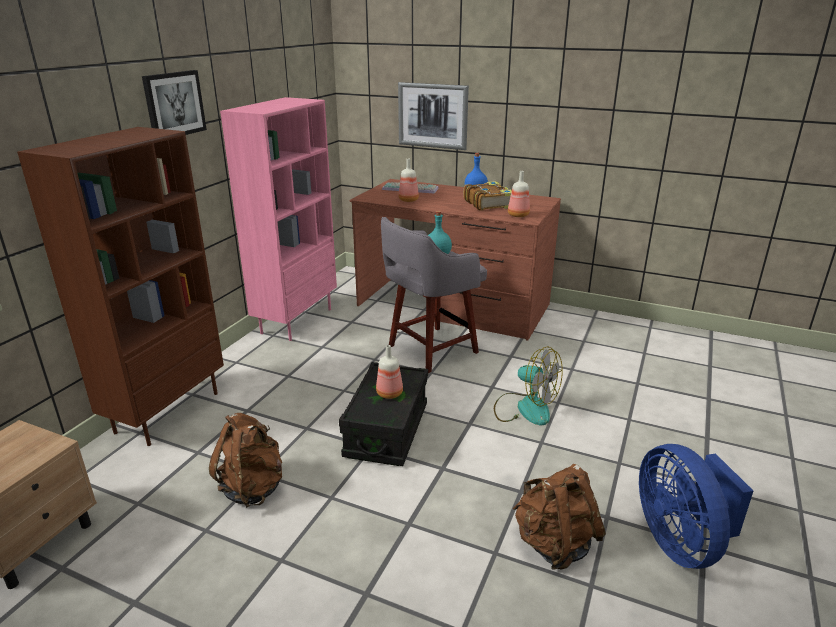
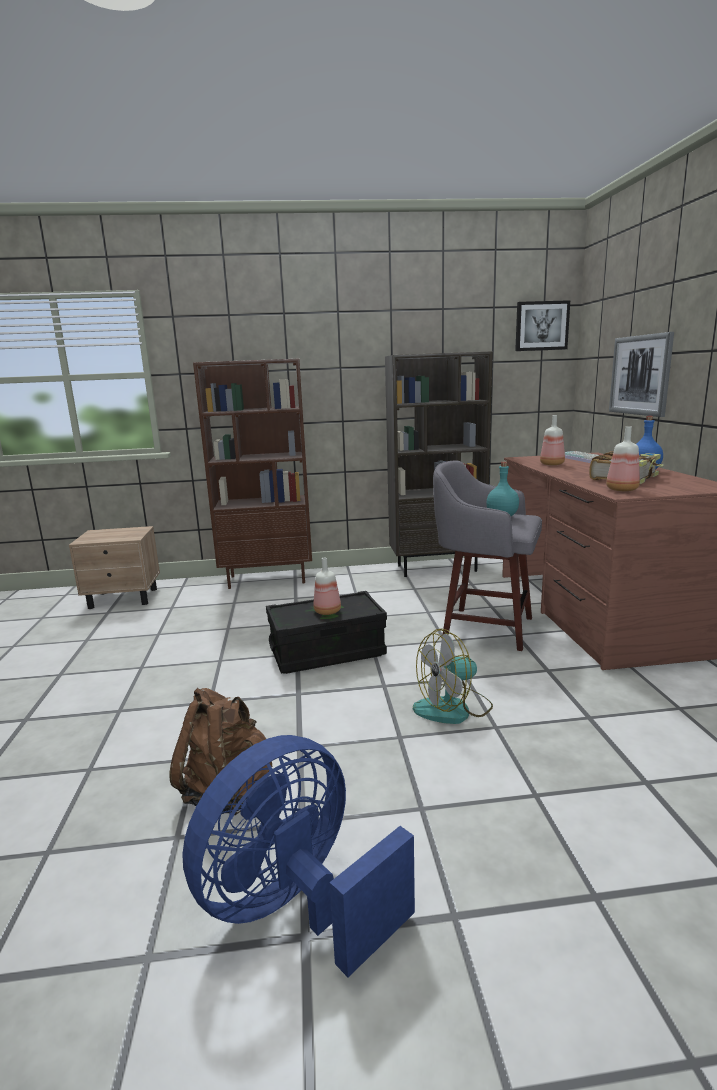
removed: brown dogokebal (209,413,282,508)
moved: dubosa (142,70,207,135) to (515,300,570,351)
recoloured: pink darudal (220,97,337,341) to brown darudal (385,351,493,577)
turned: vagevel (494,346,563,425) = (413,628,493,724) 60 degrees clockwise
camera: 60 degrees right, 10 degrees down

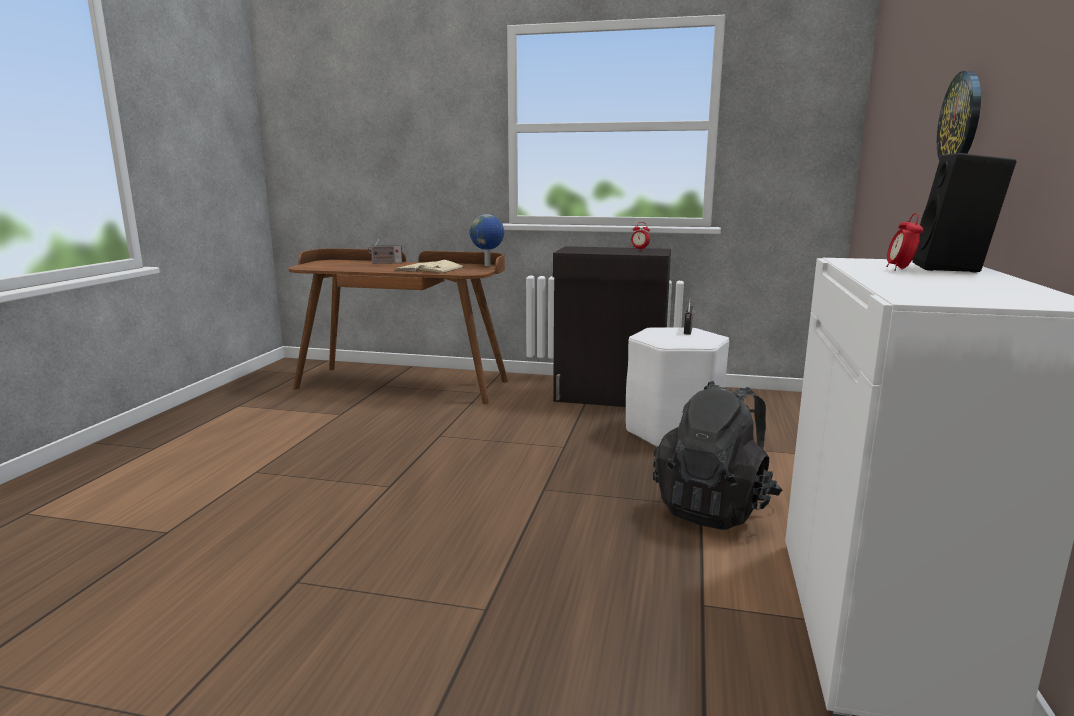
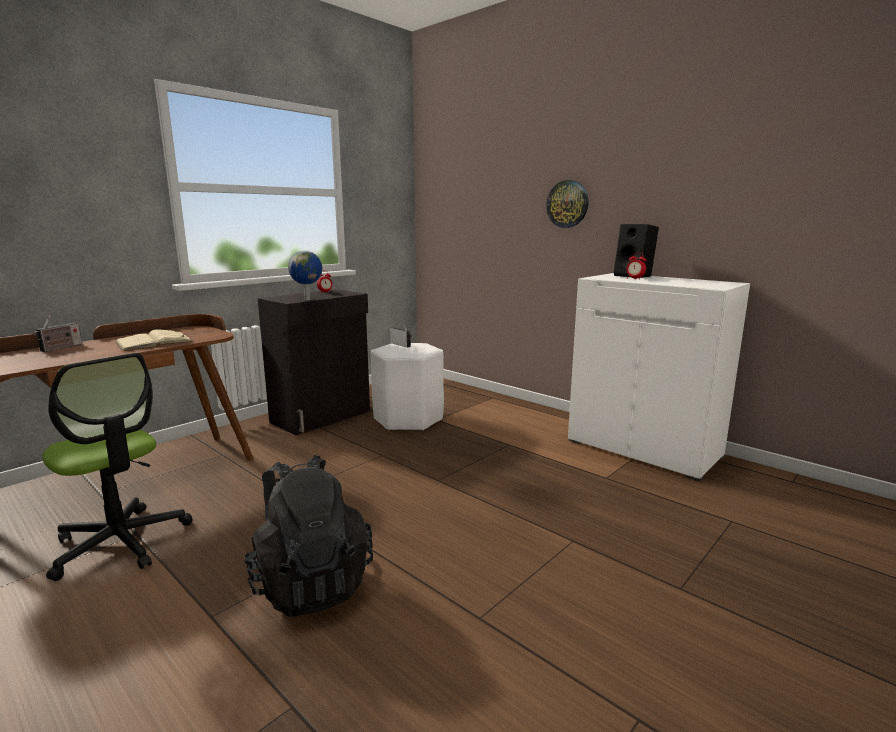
added: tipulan (42,353,192,581)
moved: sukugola (469,214,504,266) to (288,251,322,300); black dogokebal (653,381,782,530) to (244,455,373,617)
camera: 60 degrees left, 0 degrees up

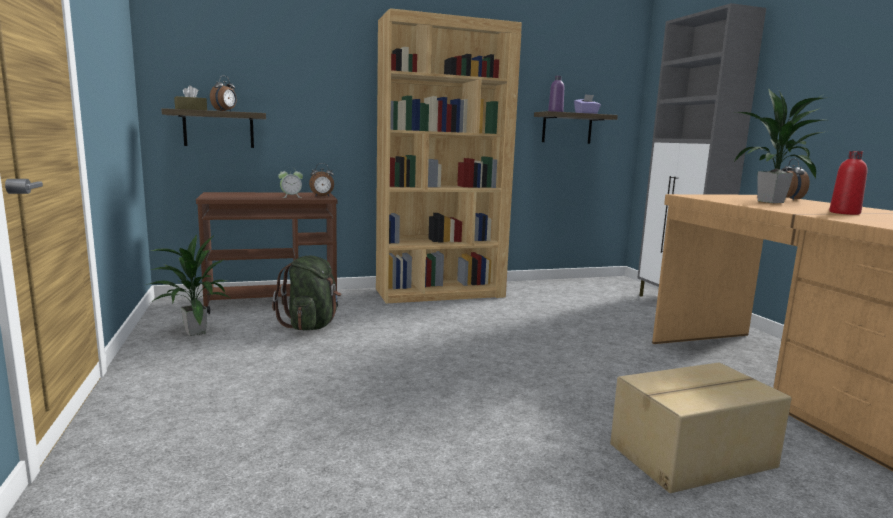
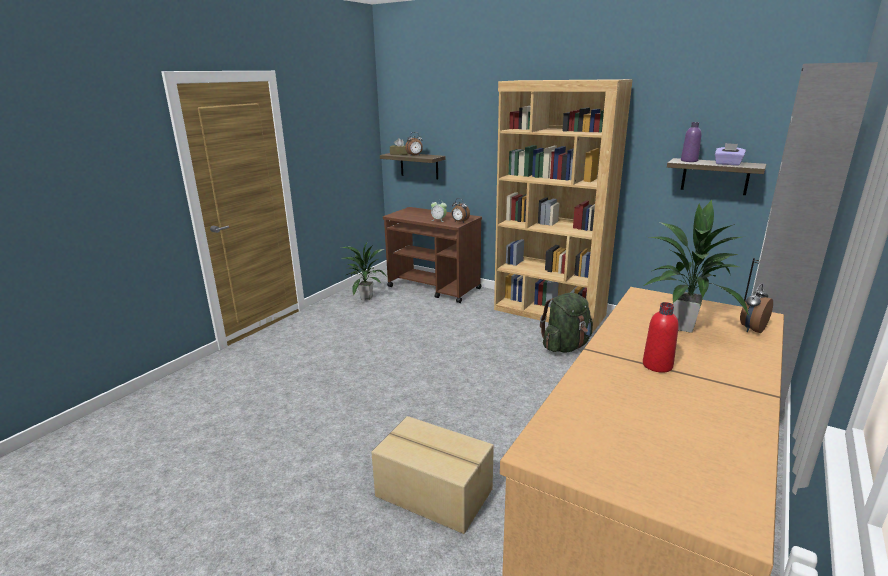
moved: green dogokebal (272,256,341,330) to (540,293,593,352)
camera: 50 degrees right, 10 degrees up

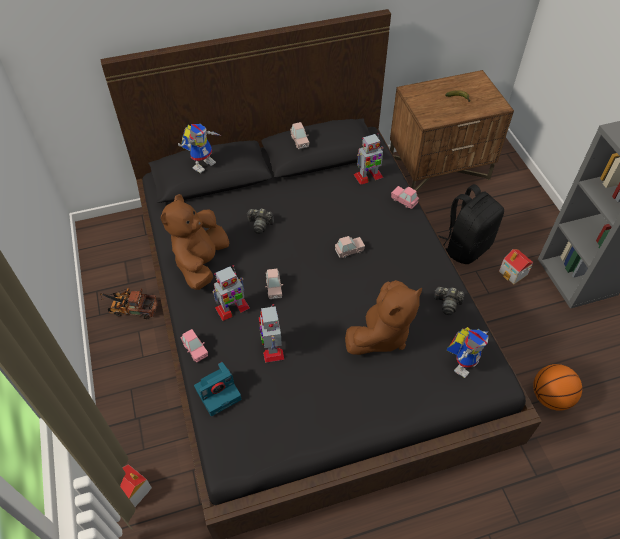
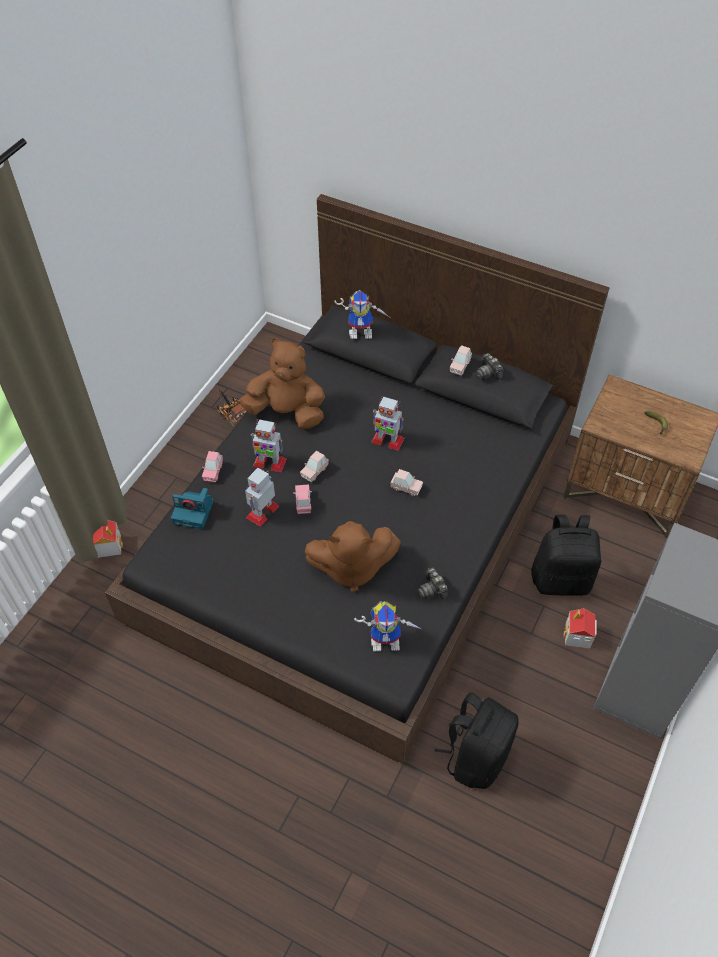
moved: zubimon (247,209,274,234) to (476,353,503,380); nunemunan (354,133,384,185) to (371,396,404,451); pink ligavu (391,186,419,209) to (293,484,312,514)
replaced: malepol (533,364,582,411) to black dogokebal (435,692,519,789)
turned: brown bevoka (161,194,229,290) = (239,338,325,429) 45 degrees clockwise
camera: 45 degrees right, 0 degrees up

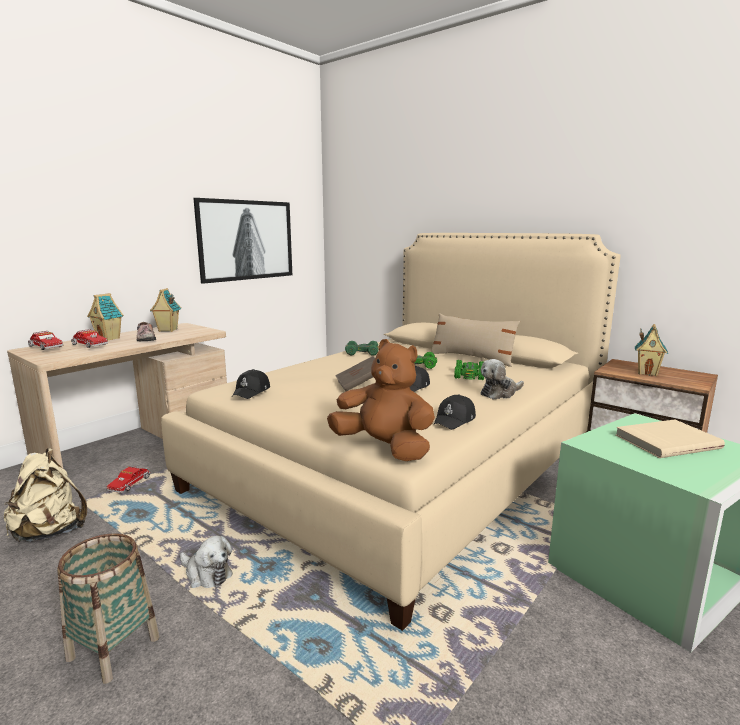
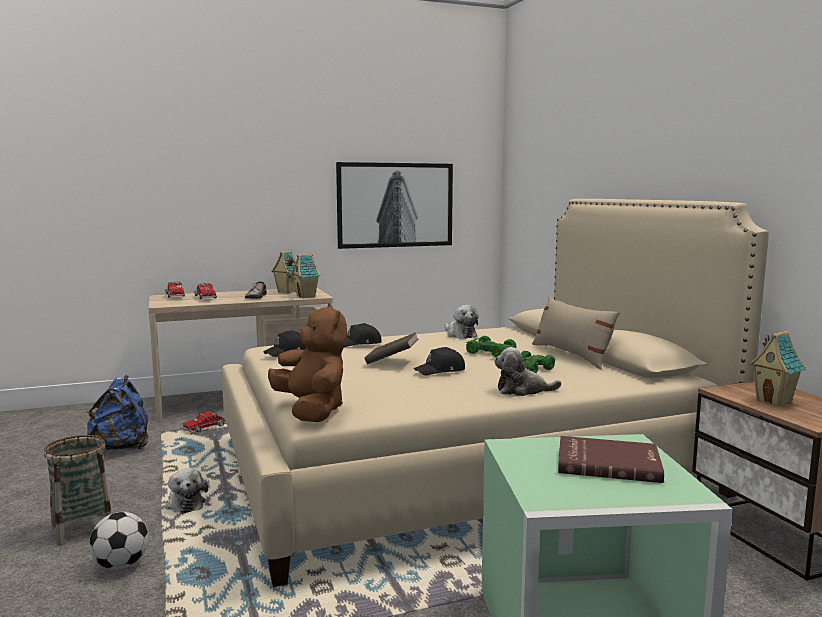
added: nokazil (89,512,149,570)
moved: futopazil (87,293,123,341) to (291,254,320,298); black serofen (433,394,476,430) to (345,323,382,347)
replaced: green ligavu (345,341,379,356) to bevoka (445,305,479,339)
recoloured: beige dogokebal (4,448,87,542) to blue dogokebal (87,375,148,450); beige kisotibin (616,419,725,458) to red kisotibin (558,436,664,483)
camera: 30 degrees right, 5 degrees down

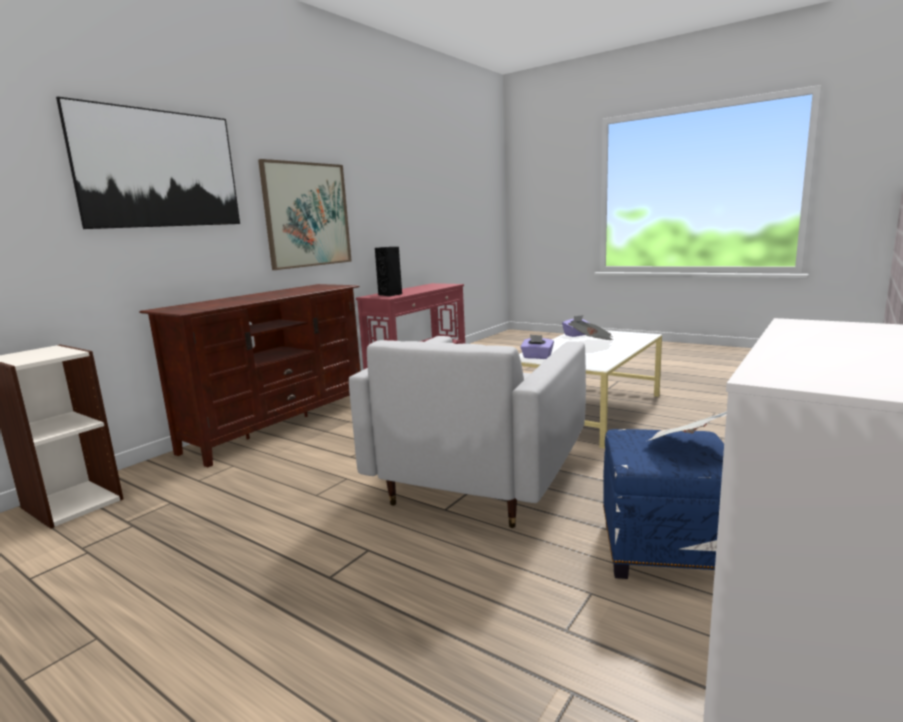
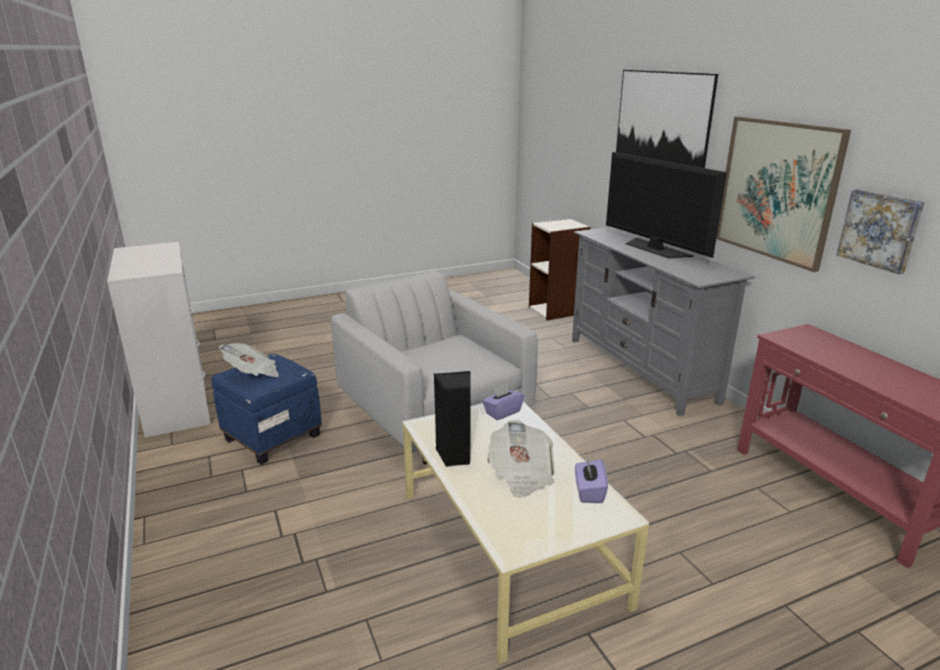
added: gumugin (606,152,727,258); dubosa (837,189,925,274)
moved: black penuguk (375,247,402,297) to (434,371,471,467)
recoloured: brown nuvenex (139,284,361,467) to grey nuvenex (572,227,755,416)
camera: 120 degrees right, 10 degrees up

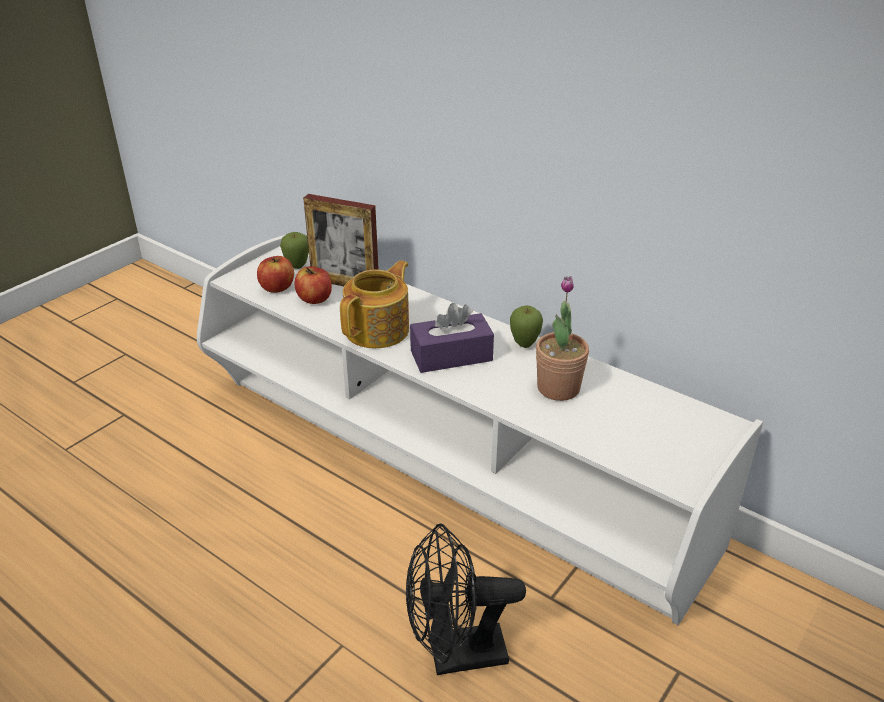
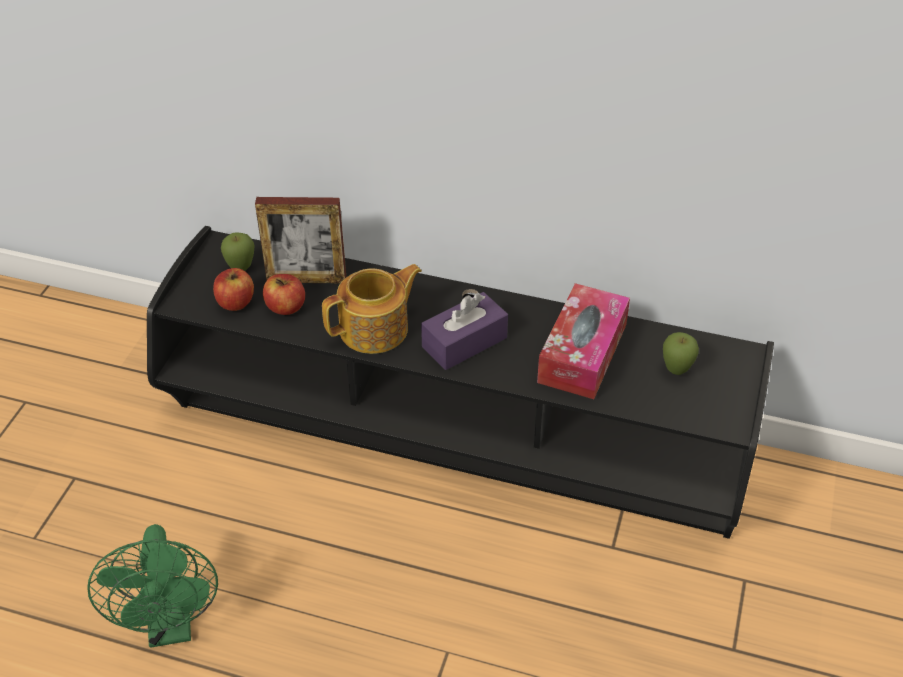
removed: black vagevel (406,523,526,675)
added: green vagevel (87,524,218,648)
moved: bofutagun (510,305,543,348) to (663,332,699,375)
replaced: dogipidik (536,276,589,401) to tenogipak (537,283,630,399)
recoloured: white nuvenex (197,235,763,625) to black nuvenex (147,226,774,539)
turned: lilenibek (340,260,409,348) = (322,264,422,354) 45 degrees clockwise
camera: 20 degrees left, 10 degrees up

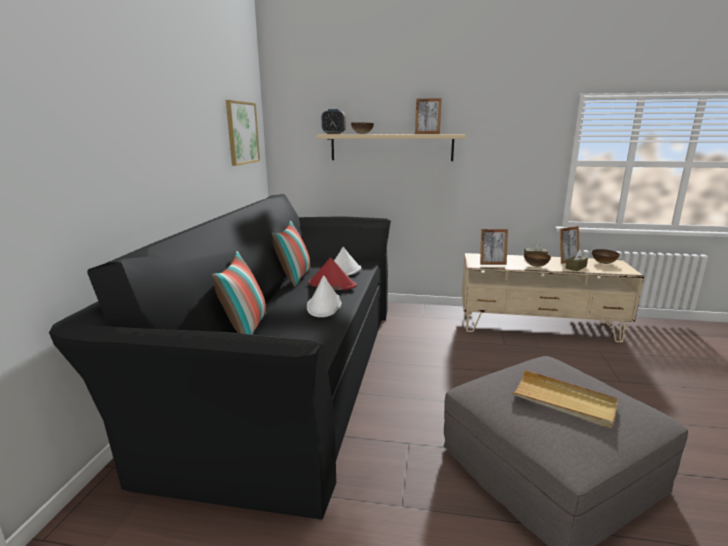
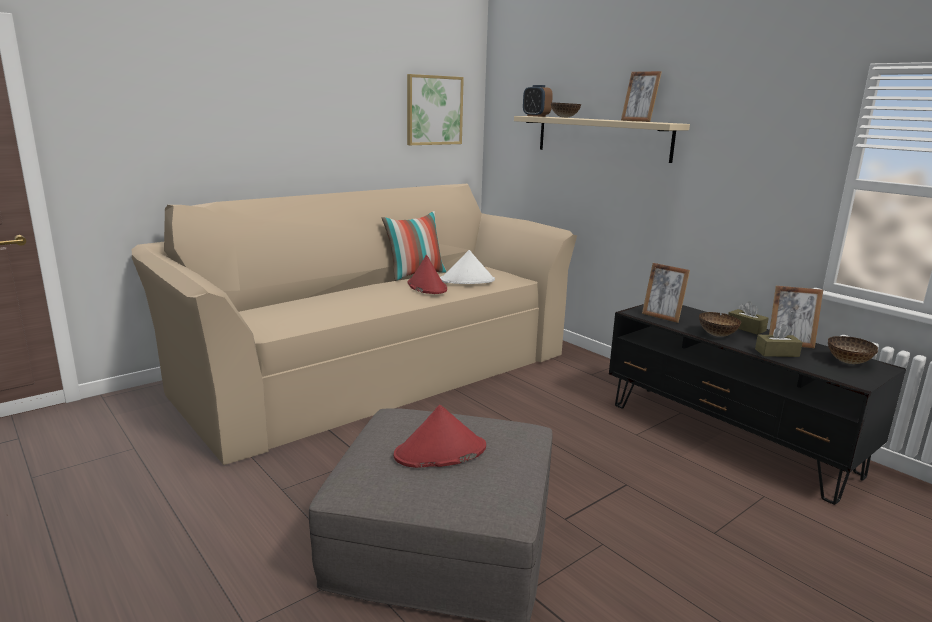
removed: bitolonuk (212,251,266,334); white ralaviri (307,276,342,317)
replaced: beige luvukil (512,370,618,428) to red ralaviri (394,405,486,468)
recoloured: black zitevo (49,194,391,520) to beige zitevo (132,184,577,465); beige nuvenex (462,253,644,343) to black nuvenex (609,304,906,505)
camera: 40 degrees right, 0 degrees up

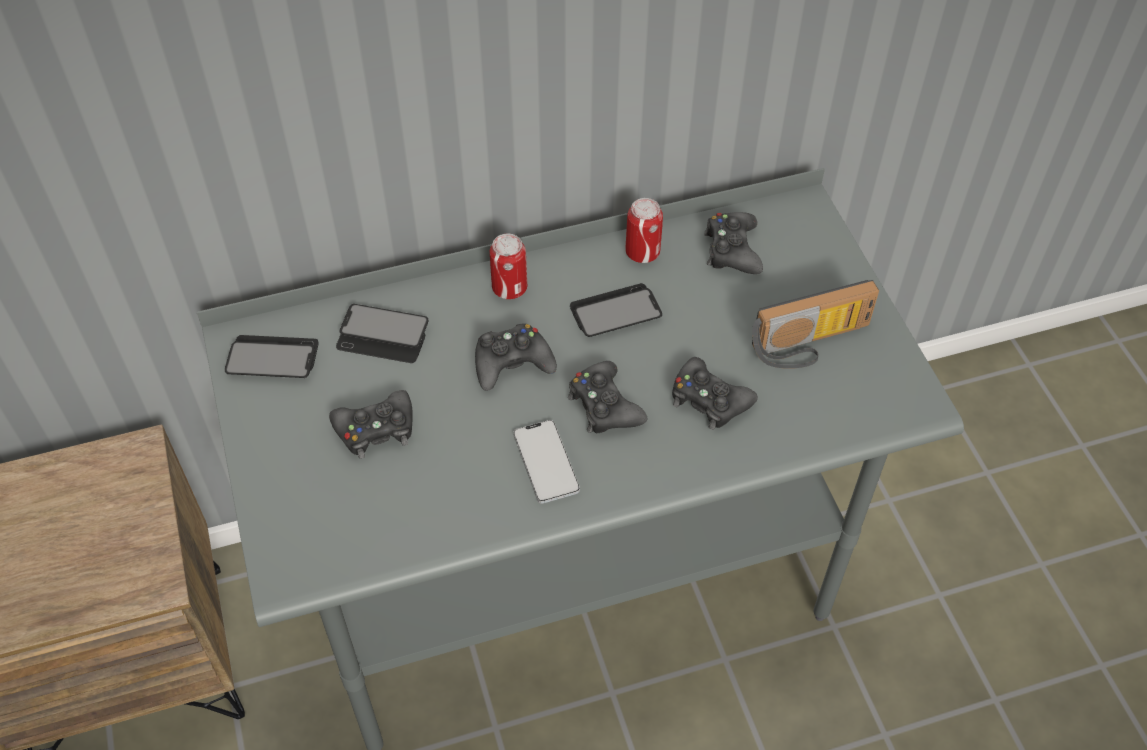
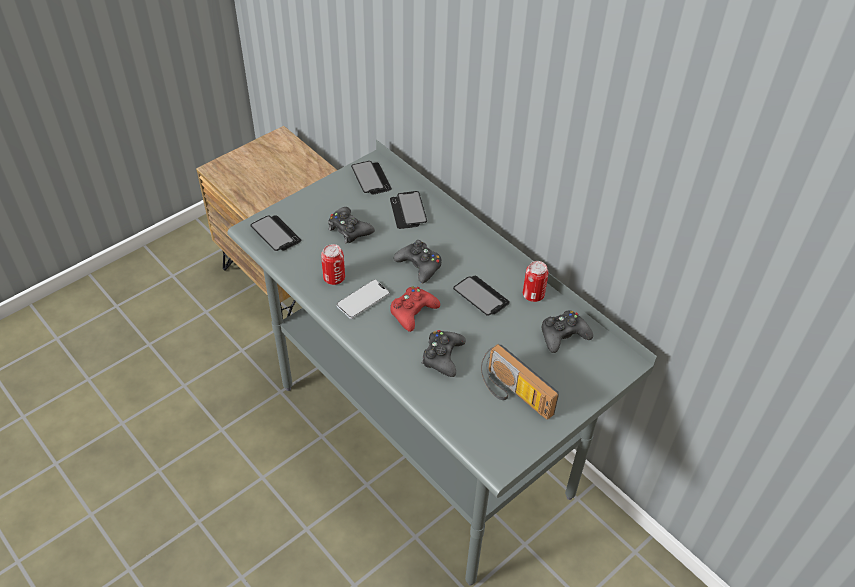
added: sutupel (250,215,302,251)
moved: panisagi (490,234,527,299) to (321,244,345,285)
recoloured: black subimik (568,361,647,433) to red subimik (390,287,440,332)
camera: 65 degrees right, 5 degrees down

